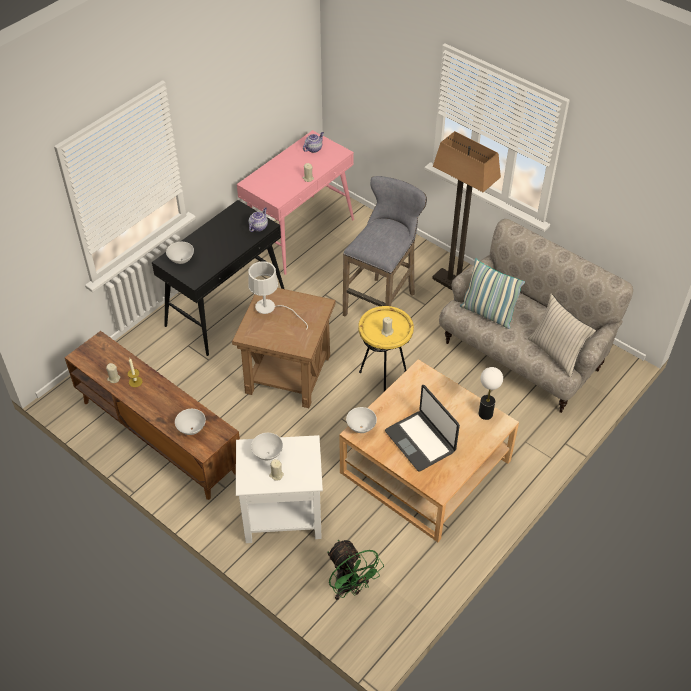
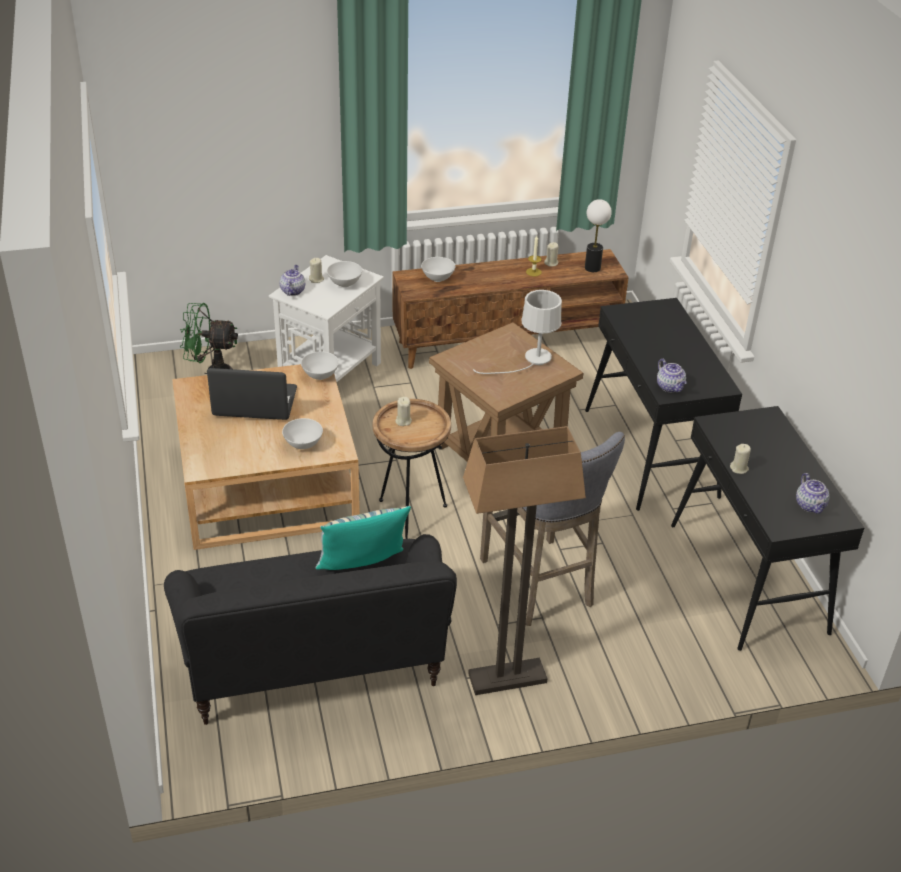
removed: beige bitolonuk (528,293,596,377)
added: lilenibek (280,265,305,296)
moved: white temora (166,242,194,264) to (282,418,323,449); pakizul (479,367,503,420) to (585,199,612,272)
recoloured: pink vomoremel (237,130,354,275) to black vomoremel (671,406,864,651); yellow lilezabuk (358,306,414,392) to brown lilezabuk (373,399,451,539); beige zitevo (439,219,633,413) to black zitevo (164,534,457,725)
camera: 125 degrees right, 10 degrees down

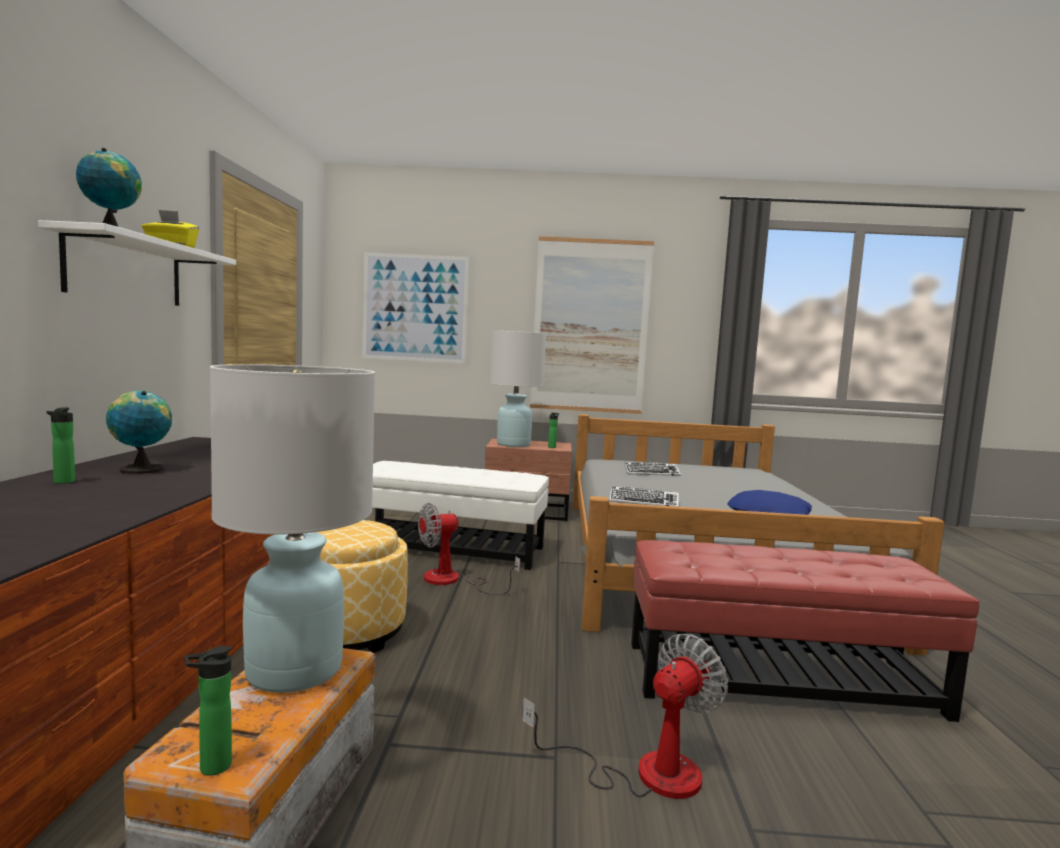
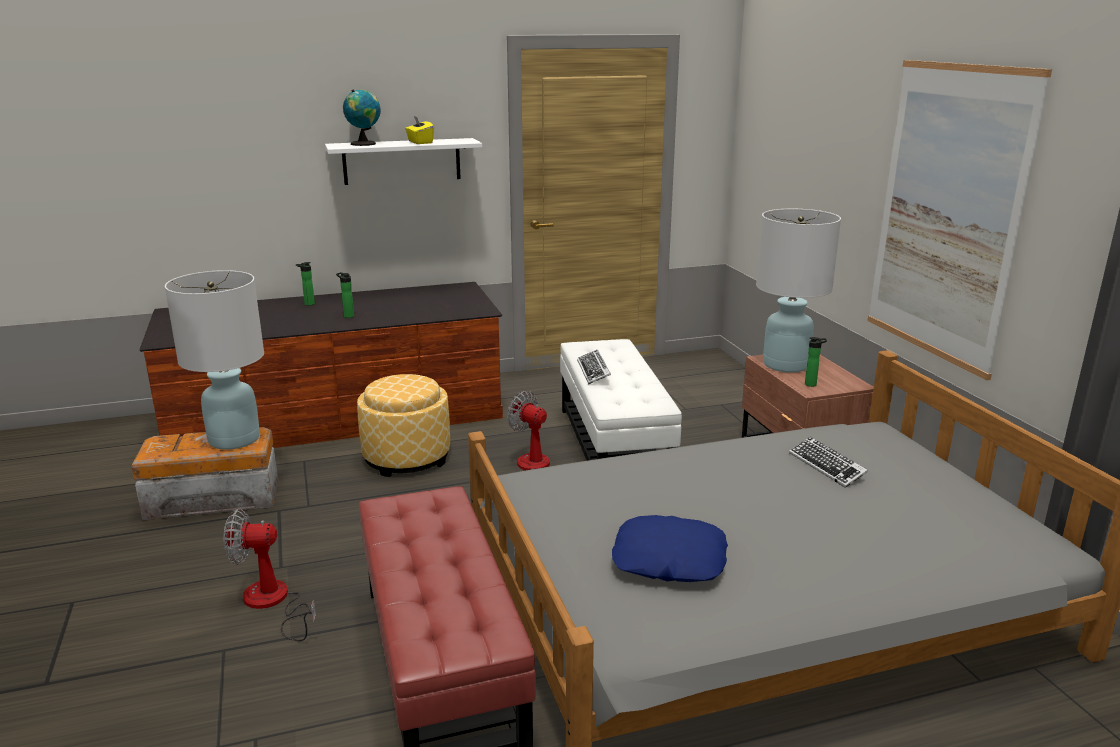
removed: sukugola (106,391,172,474); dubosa (362,252,469,364)
moved: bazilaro (185,646,232,776) to (336,272,354,318); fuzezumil (609,486,678,507) to (577,350,611,384)
turned: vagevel (522,634,728,799) = (224,509,316,641) 150 degrees clockwise
camera: 70 degrees right, 15 degrees up

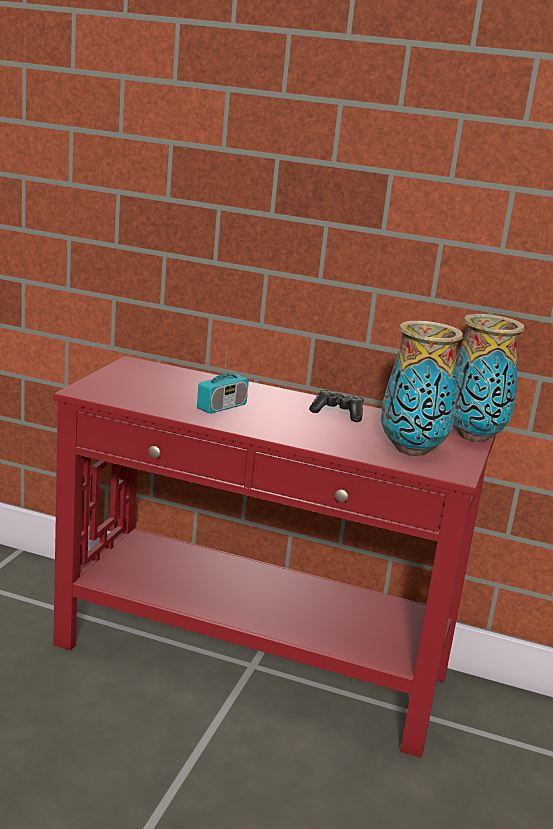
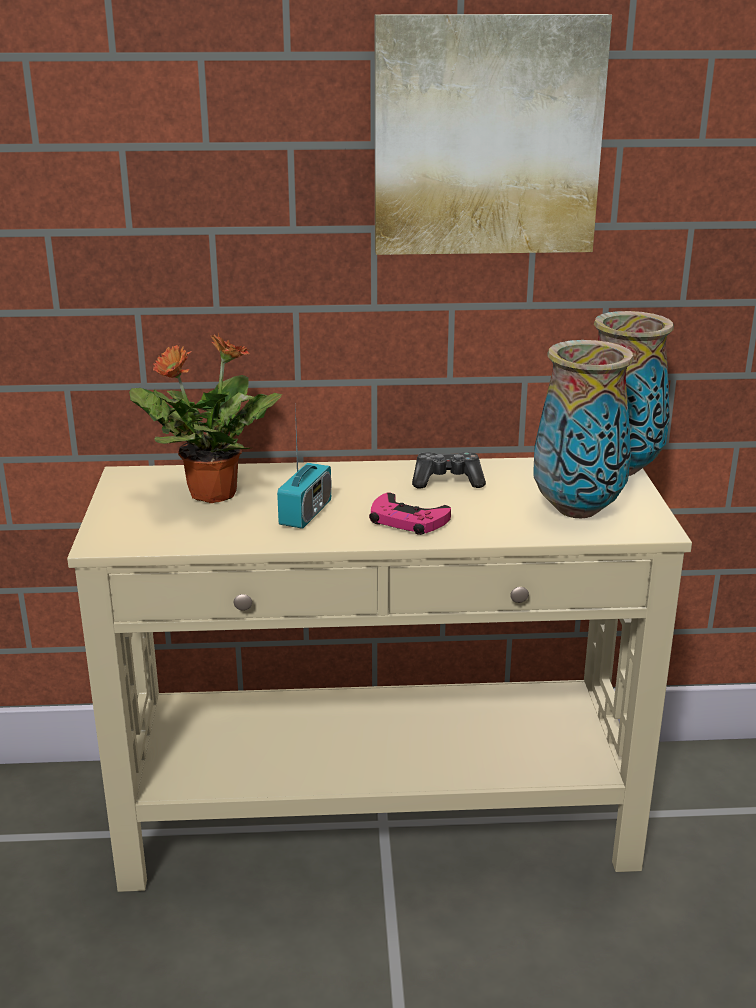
added: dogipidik (129,333,282,503); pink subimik (369,493,451,535); dubosa (375,14,612,255)
recoloured: red vomoremel (53,356,496,758) to beige vomoremel (67,457,692,892)
camera: 20 degrees left, 5 degrees up

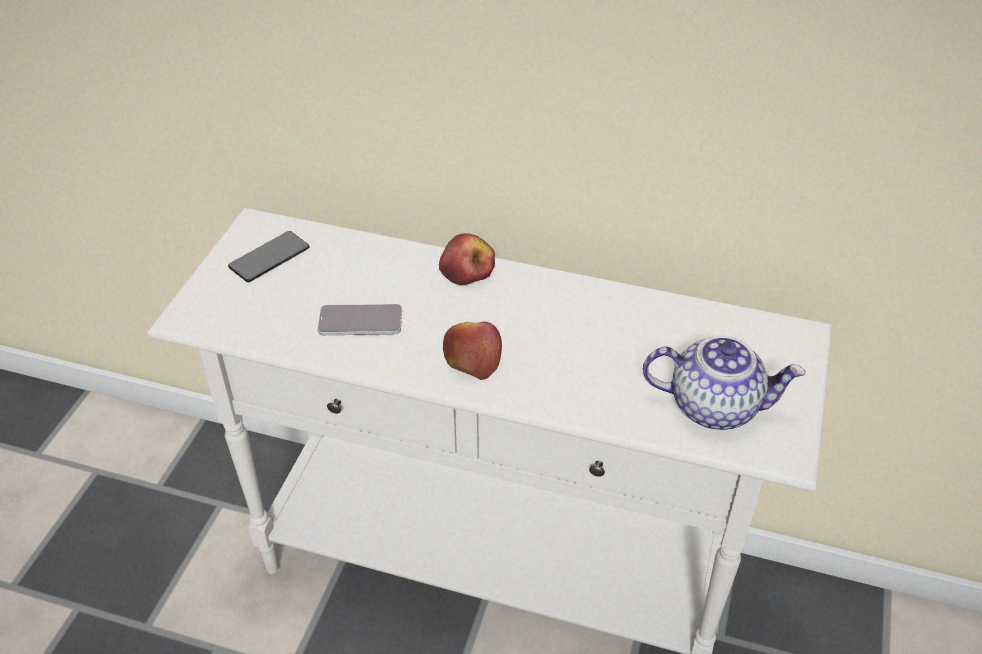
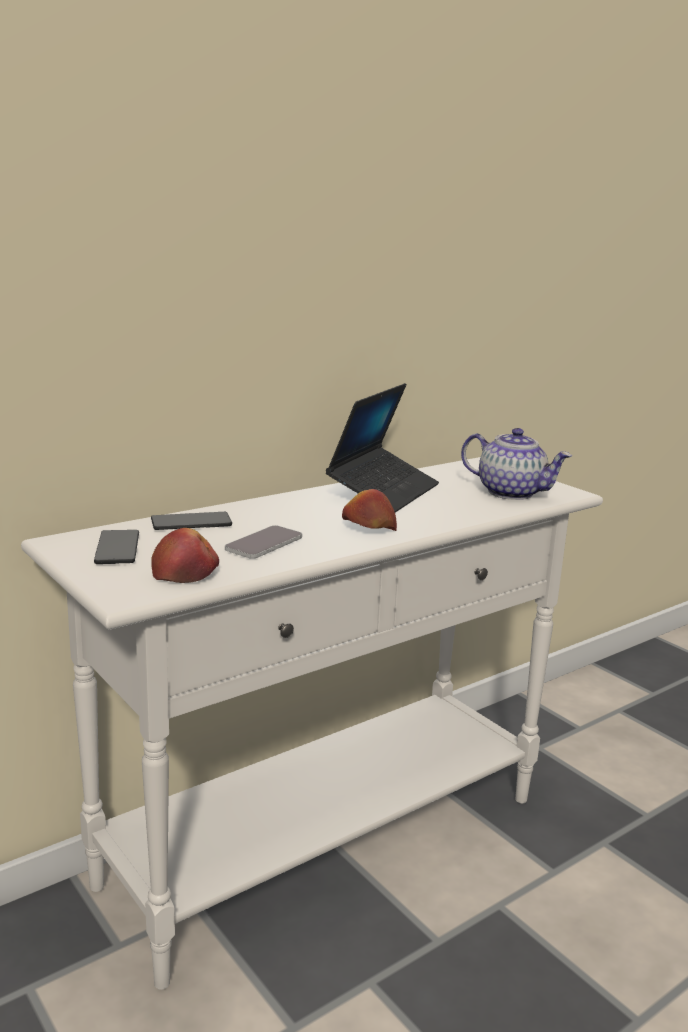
added: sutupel (151,512,232,530); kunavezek (326,383,439,512)
moved: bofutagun (439,233,495,285) to (151,528,219,583)
turned: lilenibek (643,335,805,430) = (461,428,572,500) 75 degrees clockwise
camera: 55 degrees left, 25 degrees down

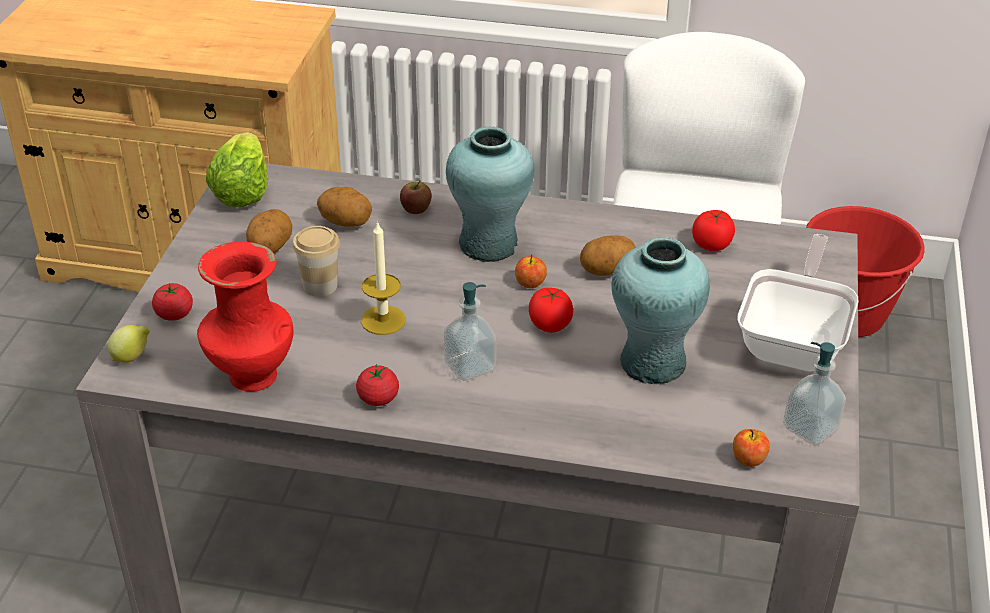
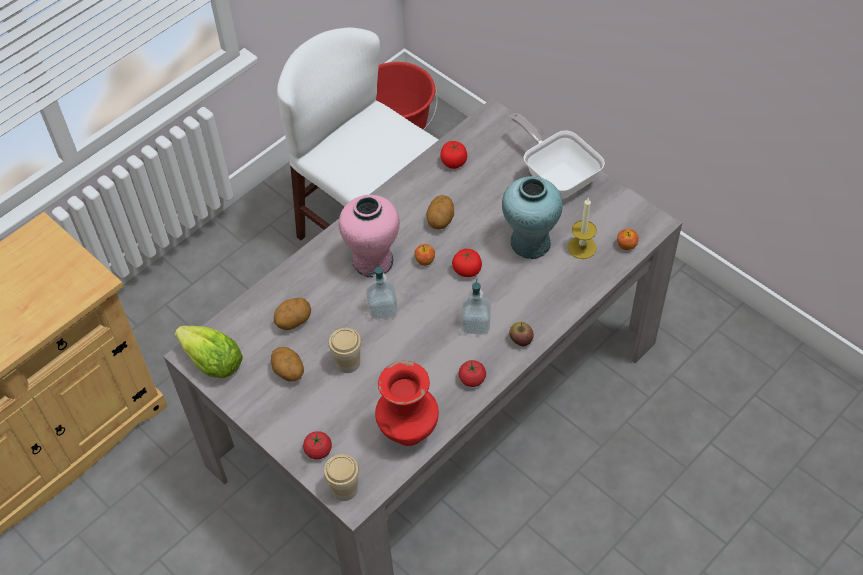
moved: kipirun (361,221,406,335) to (568,198,597,259); bofutagun (400,181,431,214) to (509,322,534,346); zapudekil (783,342,846,445) to (366,267,398,320)
replaced: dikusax (108,325,150,363) to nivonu (324,454,359,501)
recoloured: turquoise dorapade (446,127,535,262) to pink dorapade (339,195,400,277)
camera: 55 degrees left, 15 degrees up

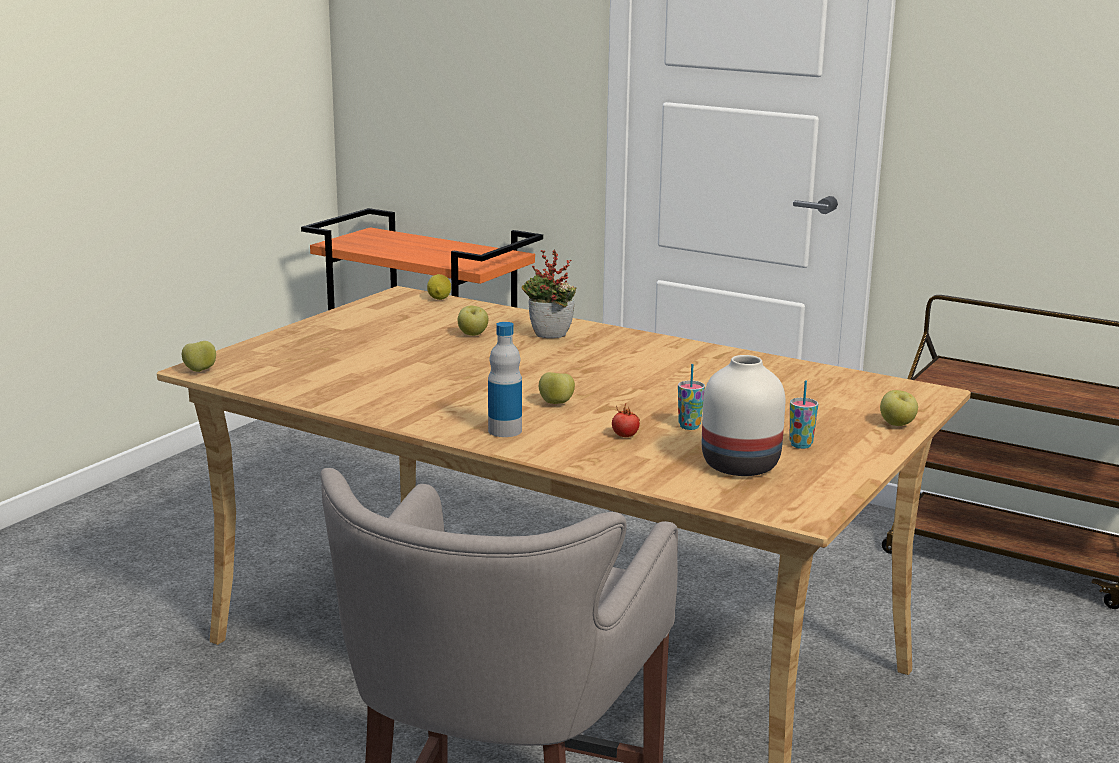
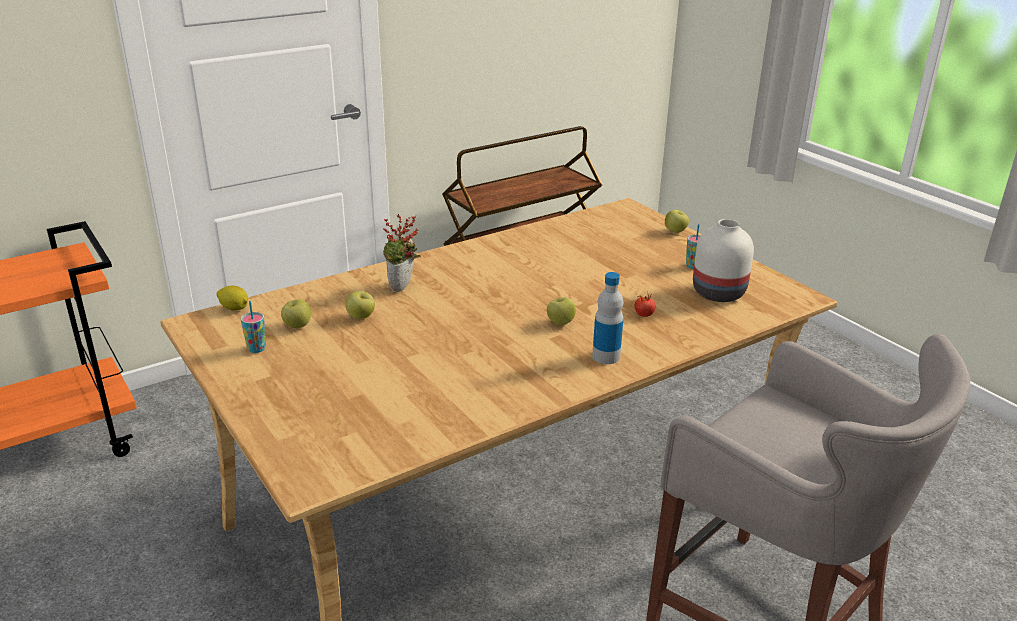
moved: bofutagun (182,341,216,372) to (281,299,311,328); nivonu (678,364,705,430) to (241,301,266,353)
camera: 65 degrees left, 10 degrees up

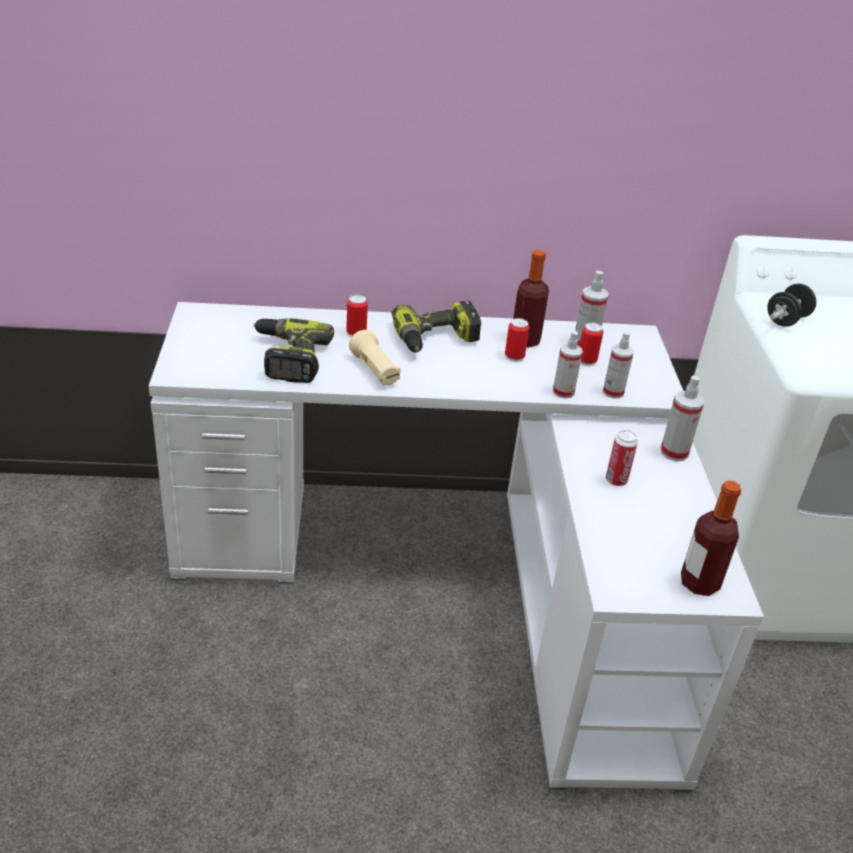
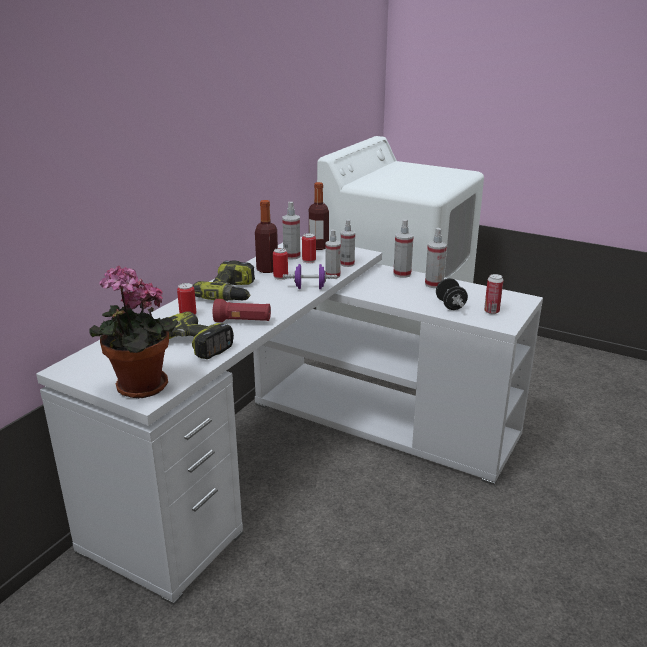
added: dogipidik (89,265,178,399); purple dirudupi (283,264,337,289); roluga (425,228,447,288)
moved: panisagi (606,430,638,486) to (484,274,503,314); bazilaro (681,480,741,596) to (309,182,329,250); black dirudupi (767,284,817,327) to (436,278,468,310)
recoloured: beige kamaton (349,330,401,386) to red kamaton (213,299,271,322)
camera: 55 degrees left, 10 degrees down

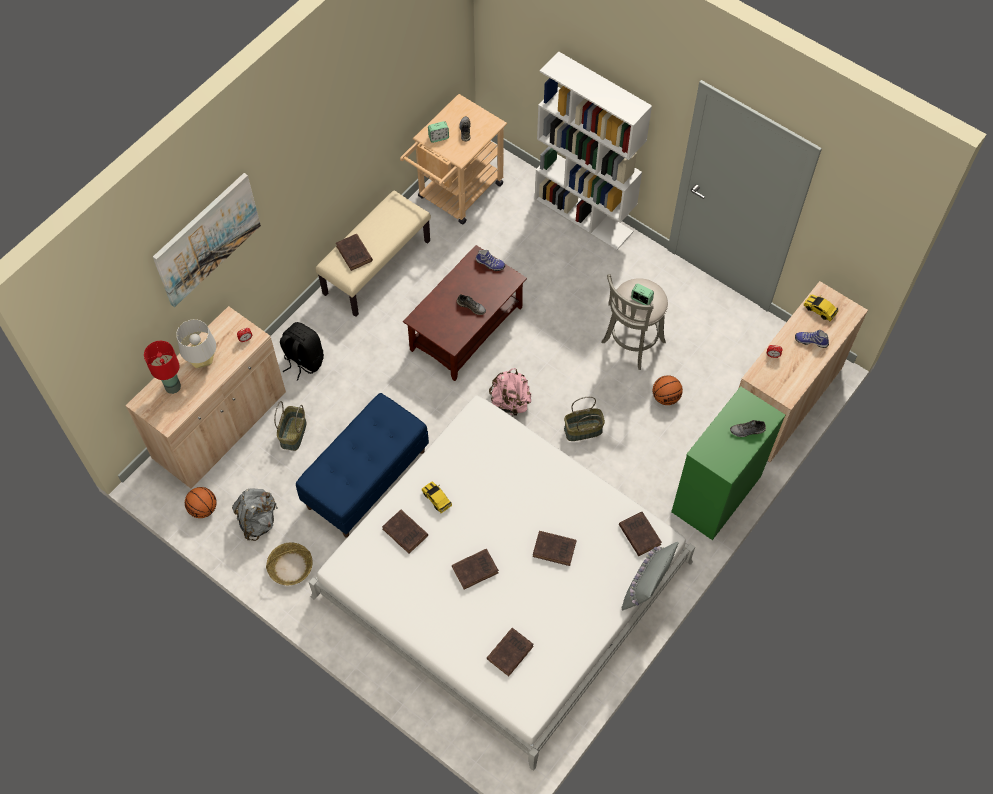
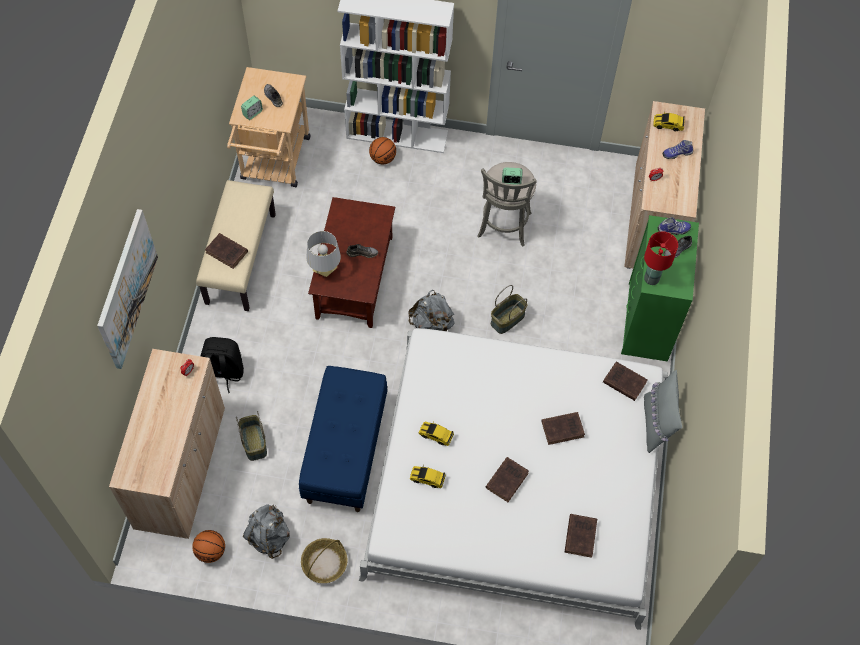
moved: red pakizul (144,341,181,394) to (644,231,678,285); grey pakizul (176,319,216,368) to (306,231,341,277); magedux (476,250,505,271) to (658,217,691,235); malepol (653,375,683,405) to (369,137,396,165)
replaced: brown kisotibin (382,510,428,553) to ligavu (410,465,446,488)
recoloured: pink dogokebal (489,368,531,417) to grey dogokebal (408,290,455,331)
camera: 30 degrees left, 0 degrees up

